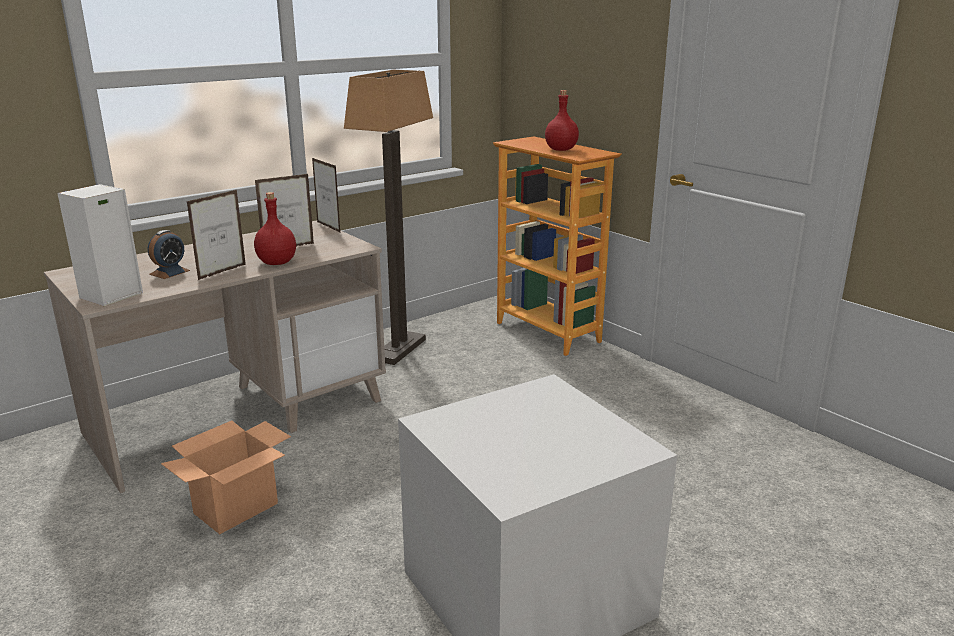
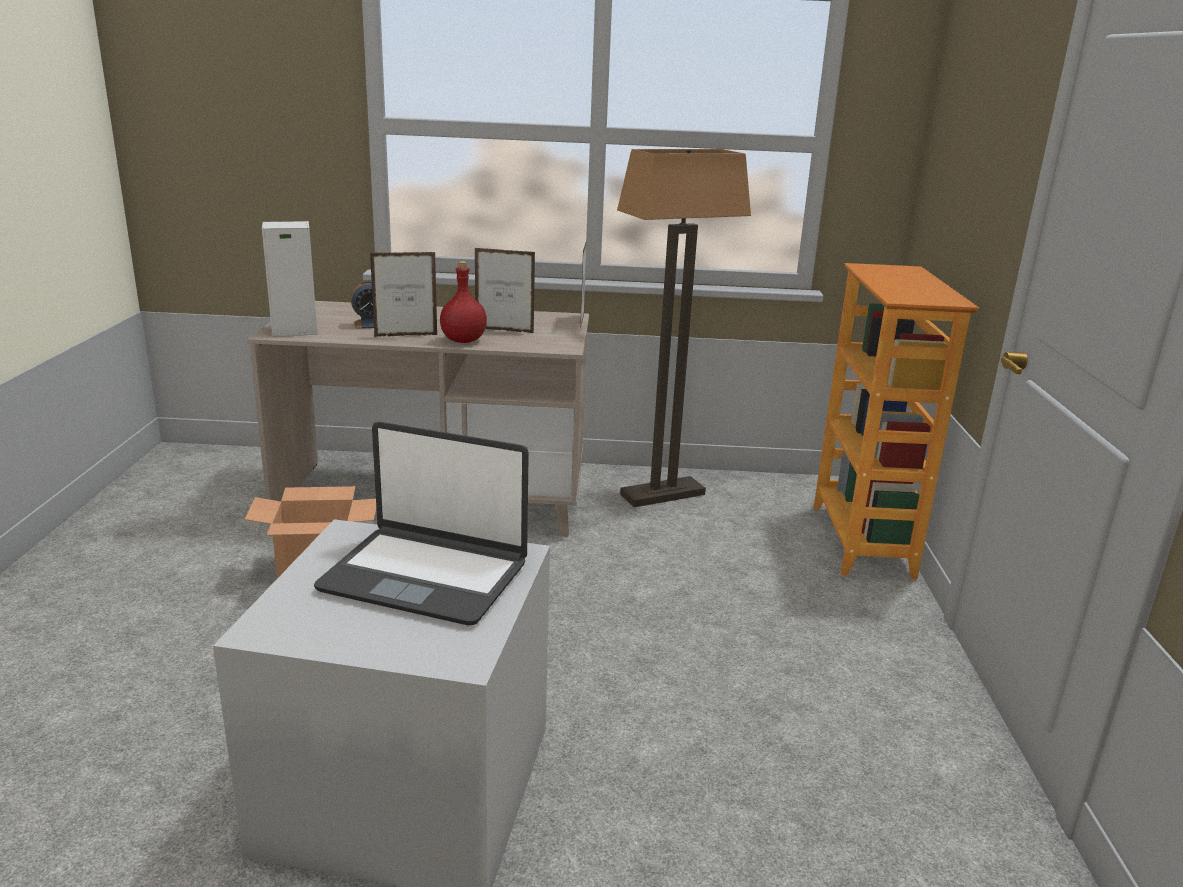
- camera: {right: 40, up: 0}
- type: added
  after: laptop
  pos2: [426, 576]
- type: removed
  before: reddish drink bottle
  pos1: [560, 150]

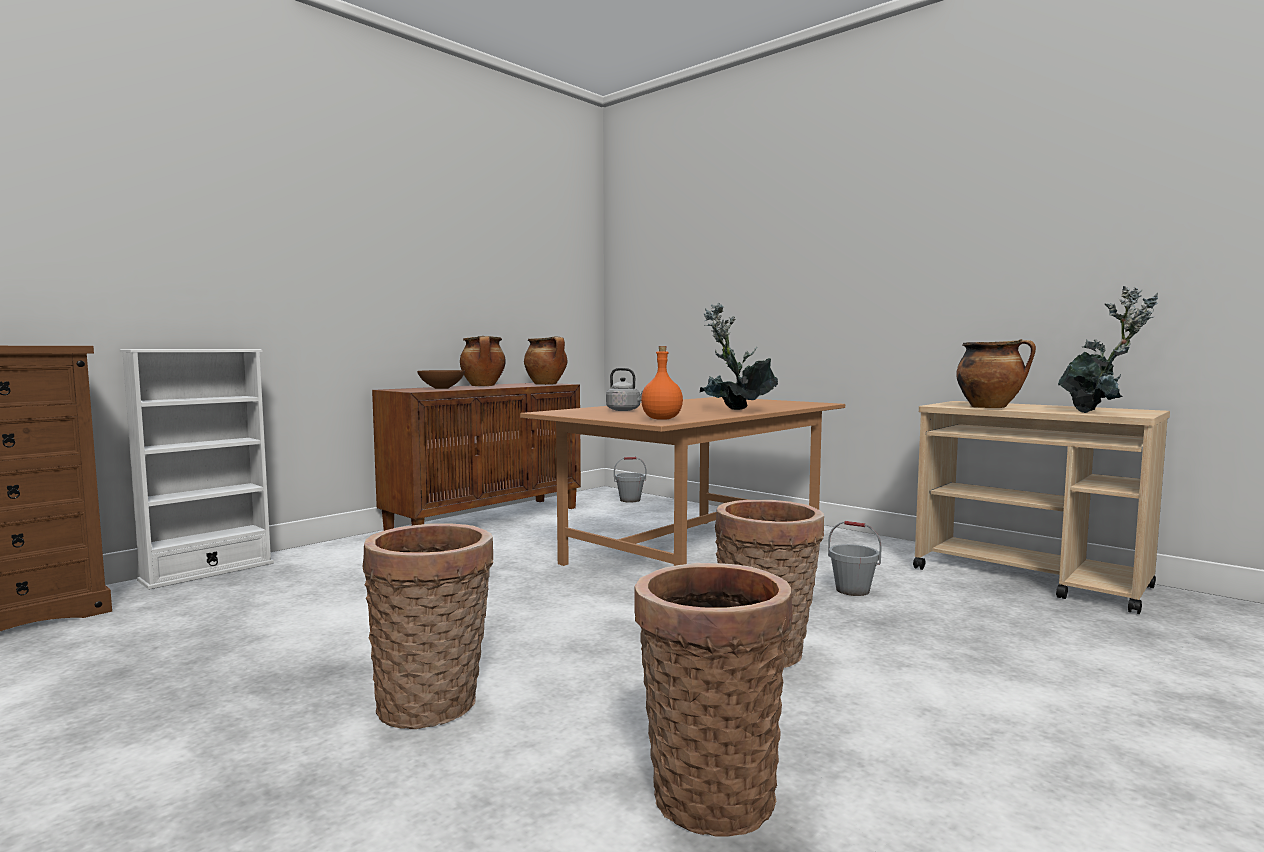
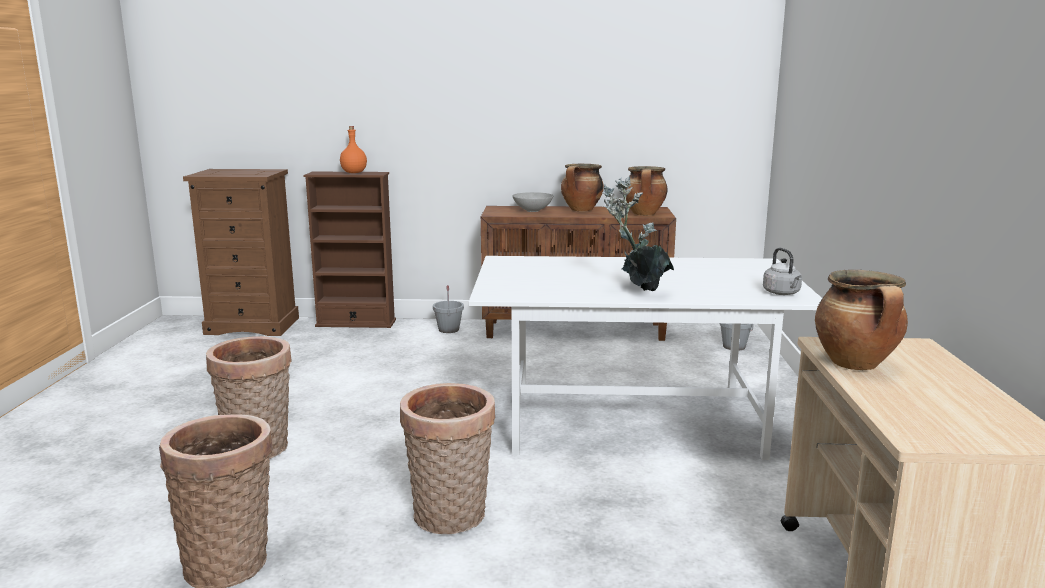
- camera: {right: 50, up: 10}
- type: recoloured
  before: whitish shelving unit
  after: brown-coloured shelving unit
  pos1: [208, 571]
  pos2: [356, 323]
- type: moved
  before: orange-coloured drink bottle
  pos1: [662, 419]
  pos2: [354, 172]
- type: moved
  before: gray bucket
  pos1: [853, 590]
  pos2: [449, 330]
- type: recoloured
  before: brown-coloured dining table
  after: whitish dining table
  pos1: [693, 553]
  pos2: [633, 420]
- type: recoloured
  before: brown-coloured serving bowl
  after: gray serving bowl
  pos1: [442, 388]
  pos2: [533, 210]
- type: moved
  before: gray water kettle
  pos1: [625, 410]
  pos2: [782, 293]
- type: removed
  before: plant in a pot
  pos1: [1099, 412]

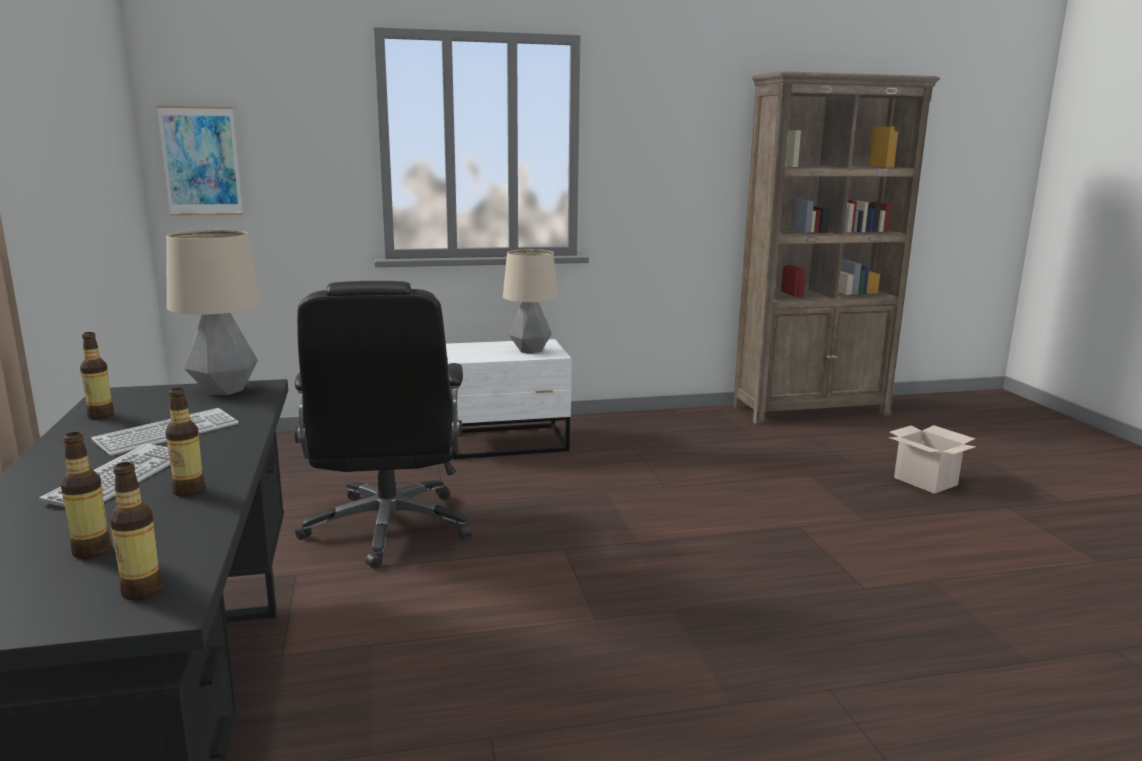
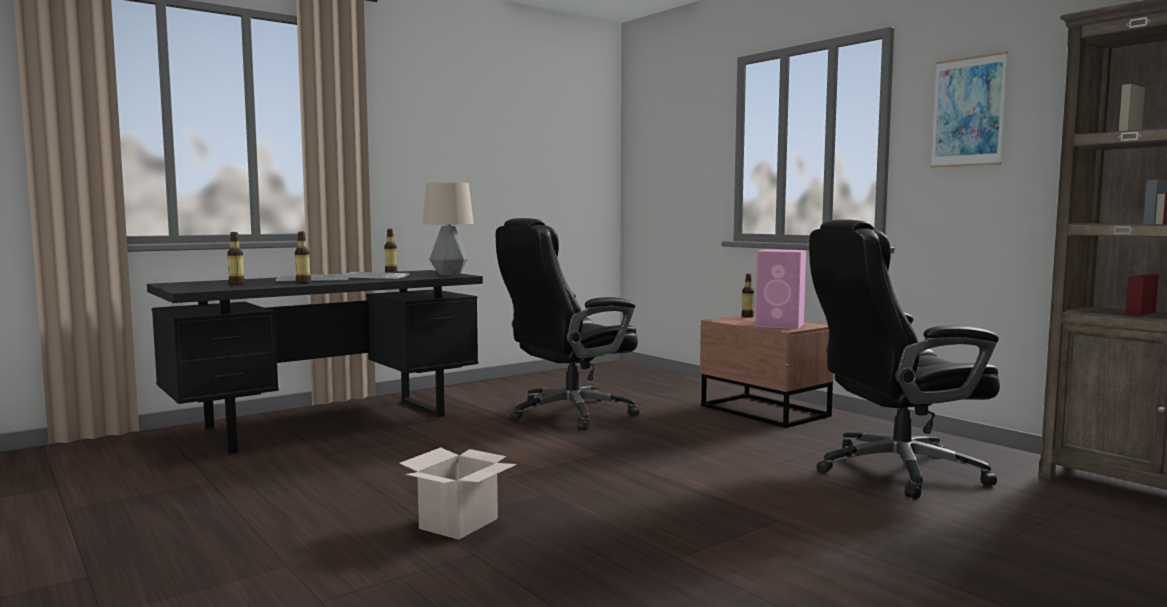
- camera: {right: 65, up: -10}
- type: moved
  before: carton
  pos1: [927, 481]
  pos2: [458, 524]
- type: recoloured
  before: whitish night table
  after: brown-coloured night table
  pos1: [508, 443]
  pos2: [764, 412]
- type: moved
  before: drink bottle
  pos1: [142, 591]
  pos2: [747, 316]
- type: replaced
  before: table lamp
  after: pink speaker
  pos1: [530, 350]
  pos2: [781, 325]
- type: added
  after: black-coloured computer chair
  pos2: [895, 471]
- type: moved
  before: wall picture
  pos1: [201, 161]
  pos2: [968, 112]

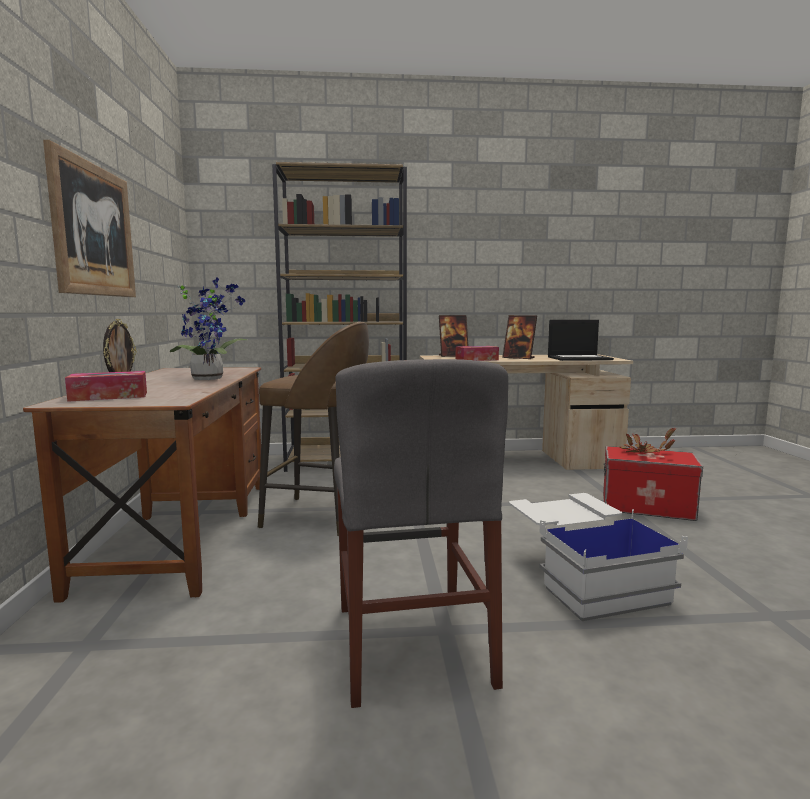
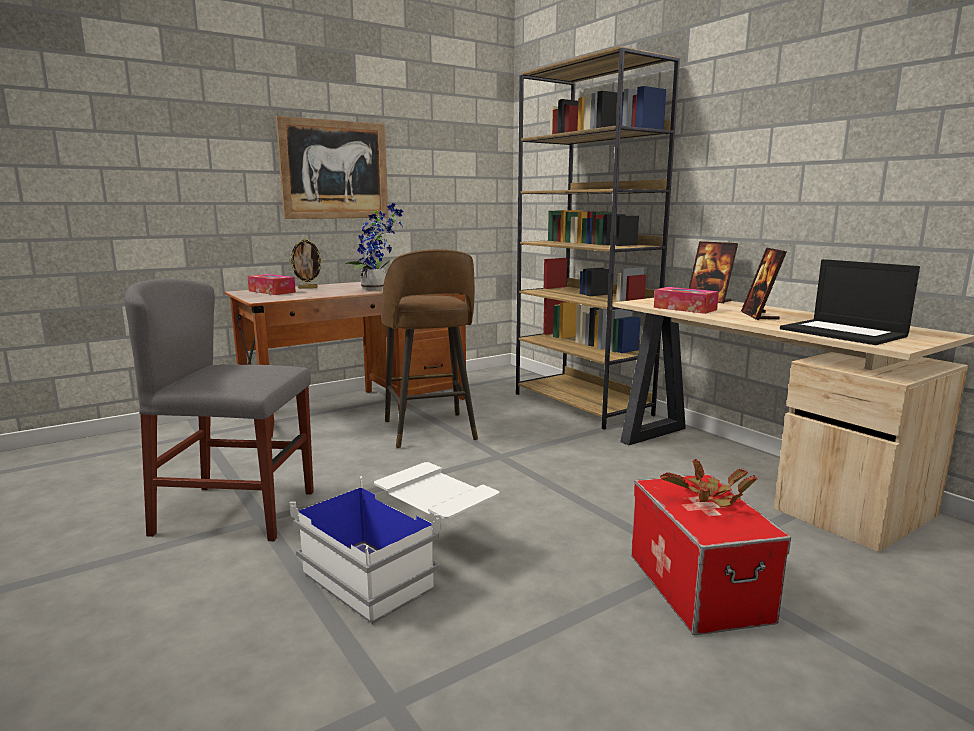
- camera: {right: 60, up: 5}
- type: turned
  before: gray plain chair
  pos1: [411, 643]
  pos2: [236, 512]
  turn: 45

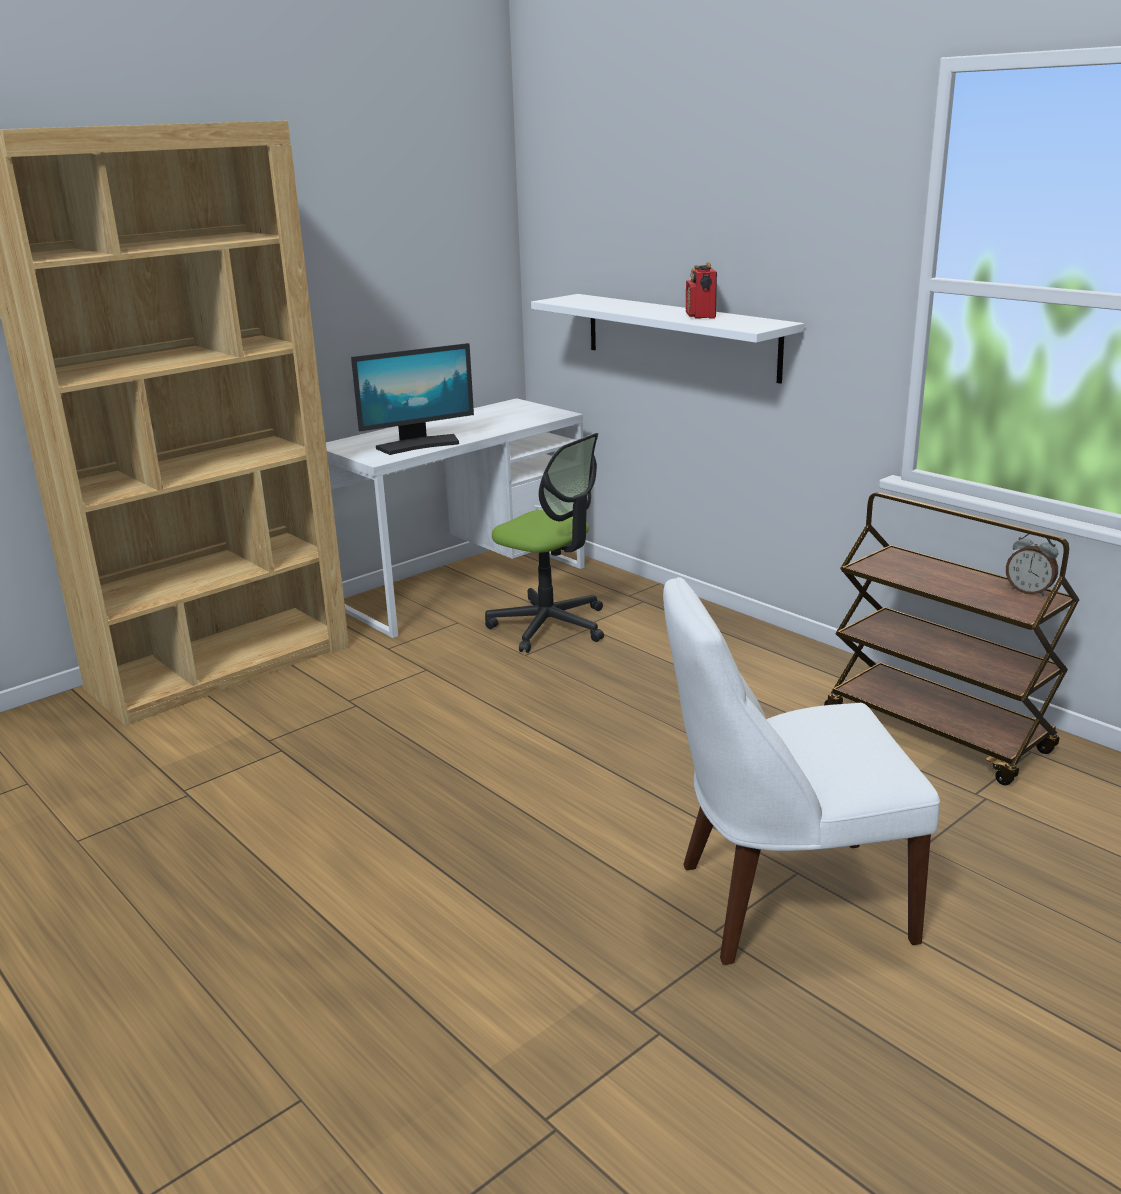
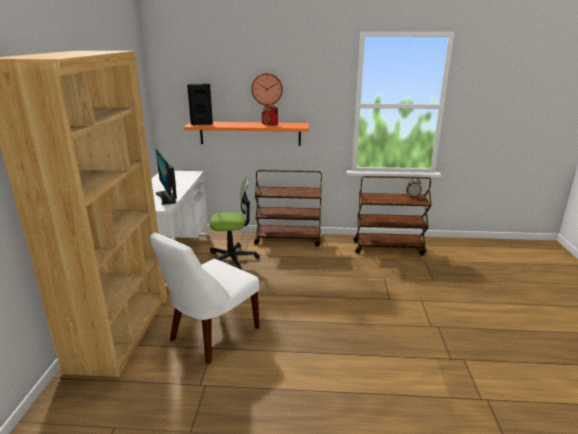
- camera: {right: -45, up: 0}
- type: moved
  before: whitish plain chair
  pos1: [782, 902]
  pos2: [211, 335]
- type: turned
  before: monitor
  pos1: [418, 445]
  pos2: [167, 197]
  turn: 135
- type: recoloured
  before: whitish shelf
  after: orange-coloured shelf
  pos1: [680, 336]
  pos2: [250, 133]
- type: added
  after: black-coloured speaker
  pos2: [202, 124]
- type: added
  after: wall clock
  pos2: [267, 89]
- type: added
  after: brown-coloured cart
  pos2: [288, 239]

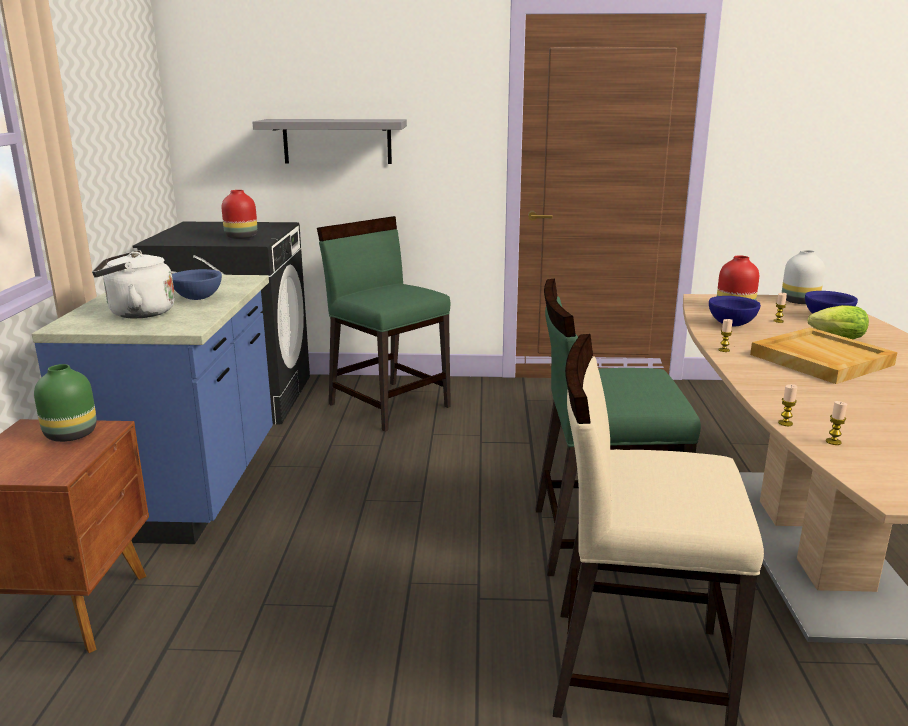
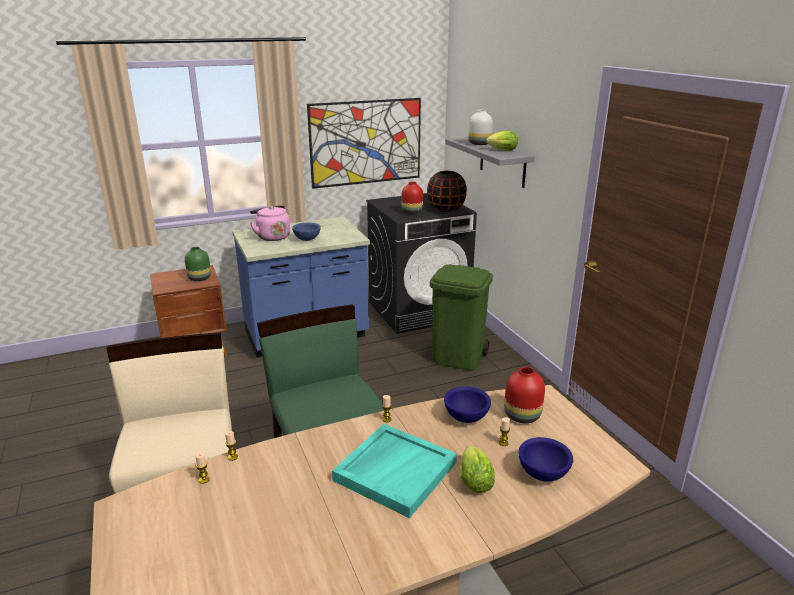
- camera: {right: 65, up: 5}
- type: recoloured
  before: whitish water kettle
  after: pink water kettle
  pos1: [137, 313]
  pos2: [272, 237]
- type: added
  after: wall picture
  pos2: [366, 142]
- type: recoloured
  before: beige carrying tray
  after: turquoise-coloured carrying tray
  pos1: [819, 359]
  pos2: [395, 470]
- type: added
  after: black-coloured decorative vase
  pos2: [446, 209]
- type: replaced
  before: green-coloured plain chair
  after: green-coloured trash can
  pos1: [389, 404]
  pos2: [458, 358]
- type: moved
  before: whitish decorative vase
  pos1: [798, 301]
  pos2: [479, 144]
- type: added
  after: head of lettuce
  pos2: [501, 150]

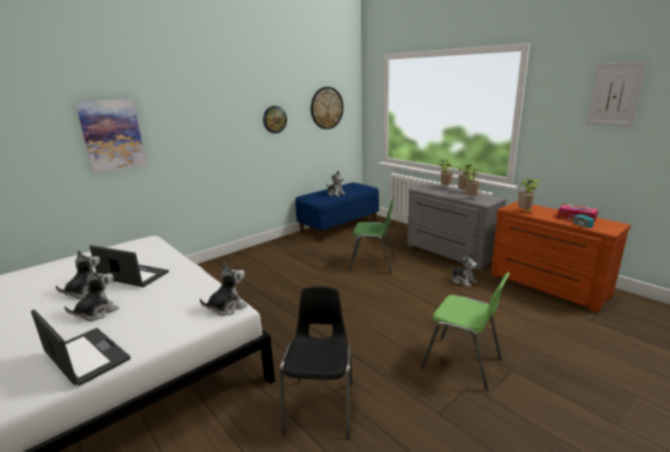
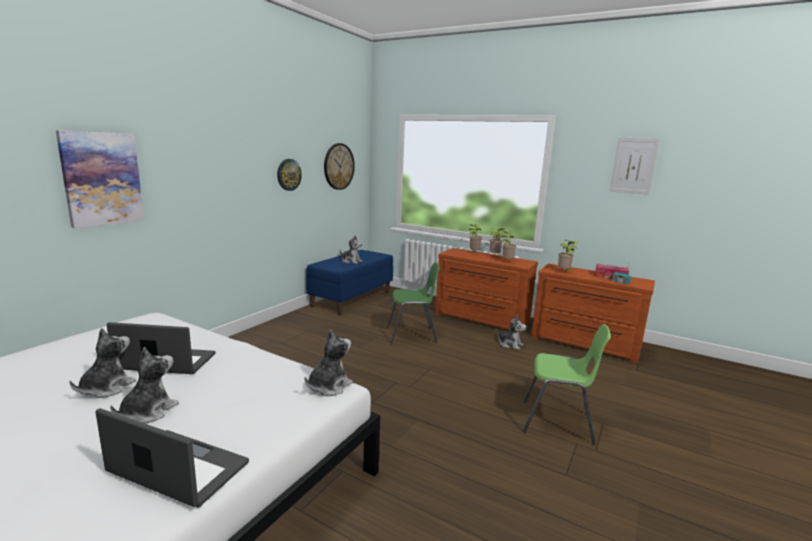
- camera: {right: -20, up: -5}
- type: recoloured
  before: gray drawer chest
  after: brown-coloured drawer chest
  pos1: [449, 252]
  pos2: [481, 319]
- type: removed
  before: black-coloured plain chair
  pos1: [321, 406]

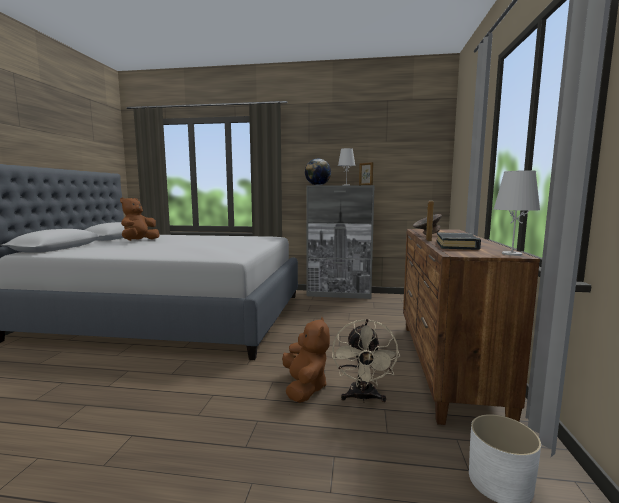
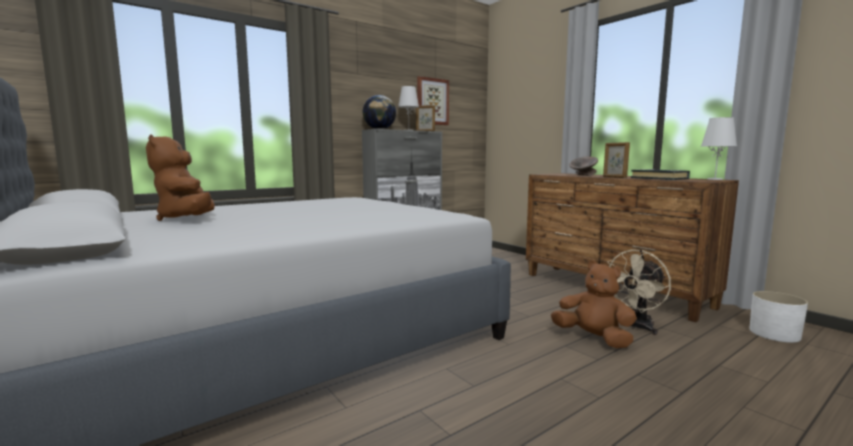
- camera: {right: -45, up: 0}
- type: added
  after: wall picture
  pos2: [432, 101]
- type: turned
  before: beige fan
  pos1: [363, 398]
  pos2: [636, 327]
  turn: 90

